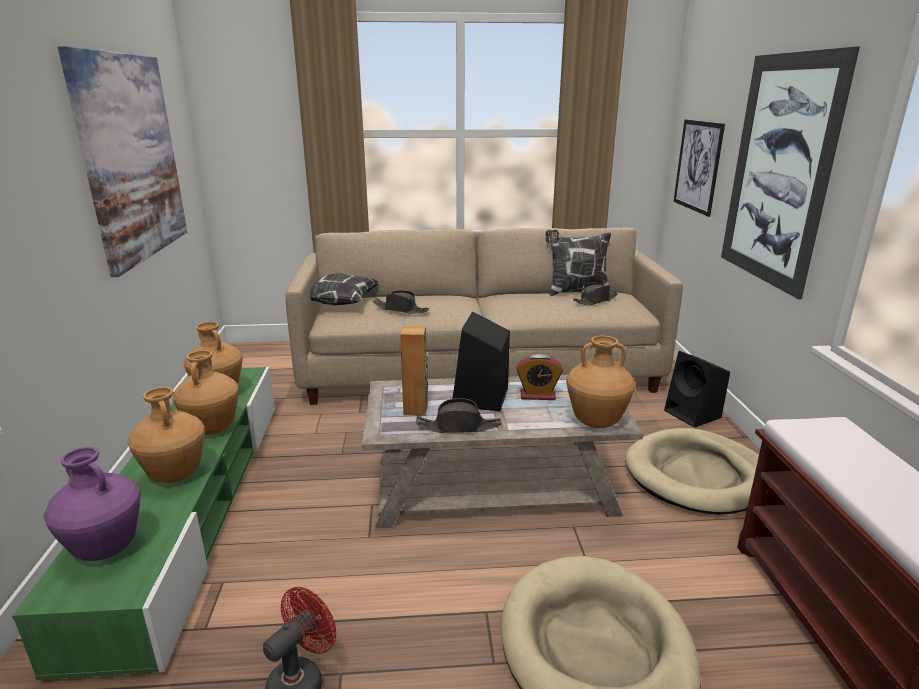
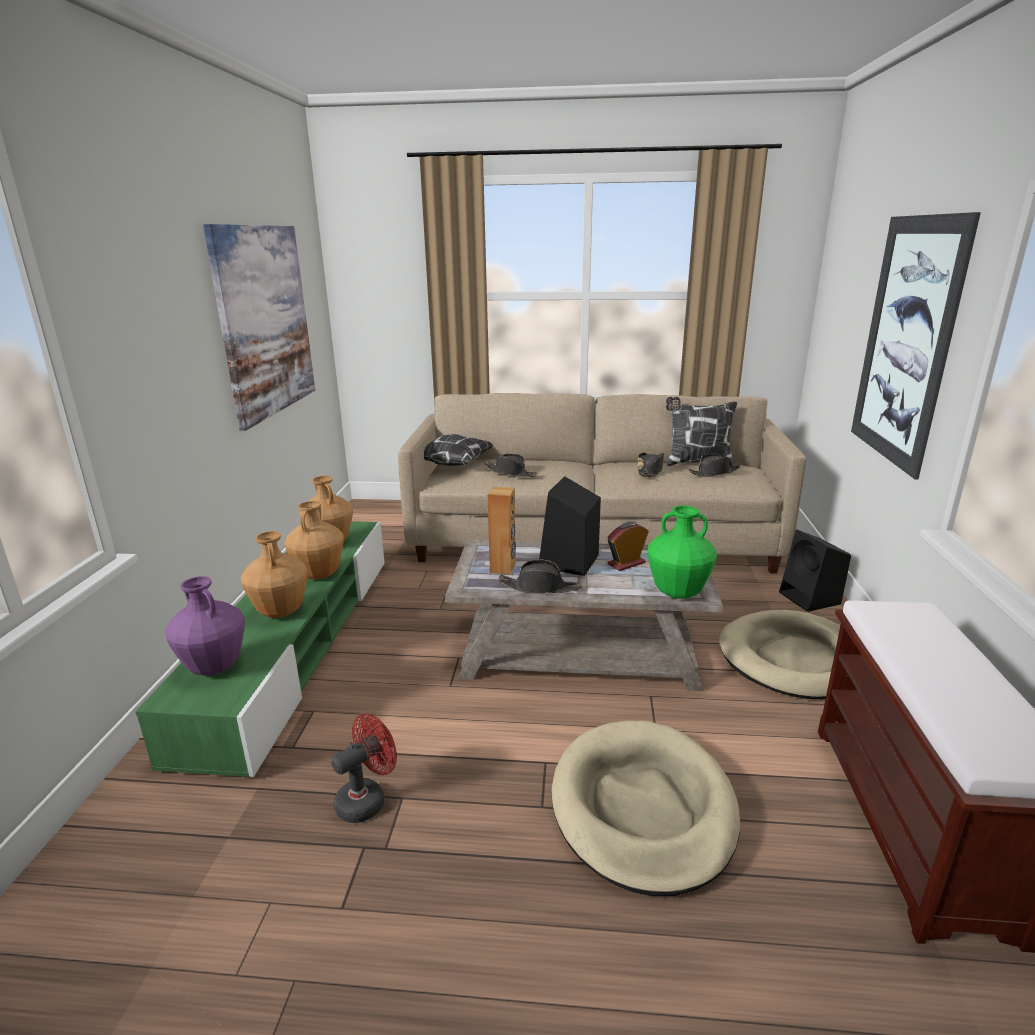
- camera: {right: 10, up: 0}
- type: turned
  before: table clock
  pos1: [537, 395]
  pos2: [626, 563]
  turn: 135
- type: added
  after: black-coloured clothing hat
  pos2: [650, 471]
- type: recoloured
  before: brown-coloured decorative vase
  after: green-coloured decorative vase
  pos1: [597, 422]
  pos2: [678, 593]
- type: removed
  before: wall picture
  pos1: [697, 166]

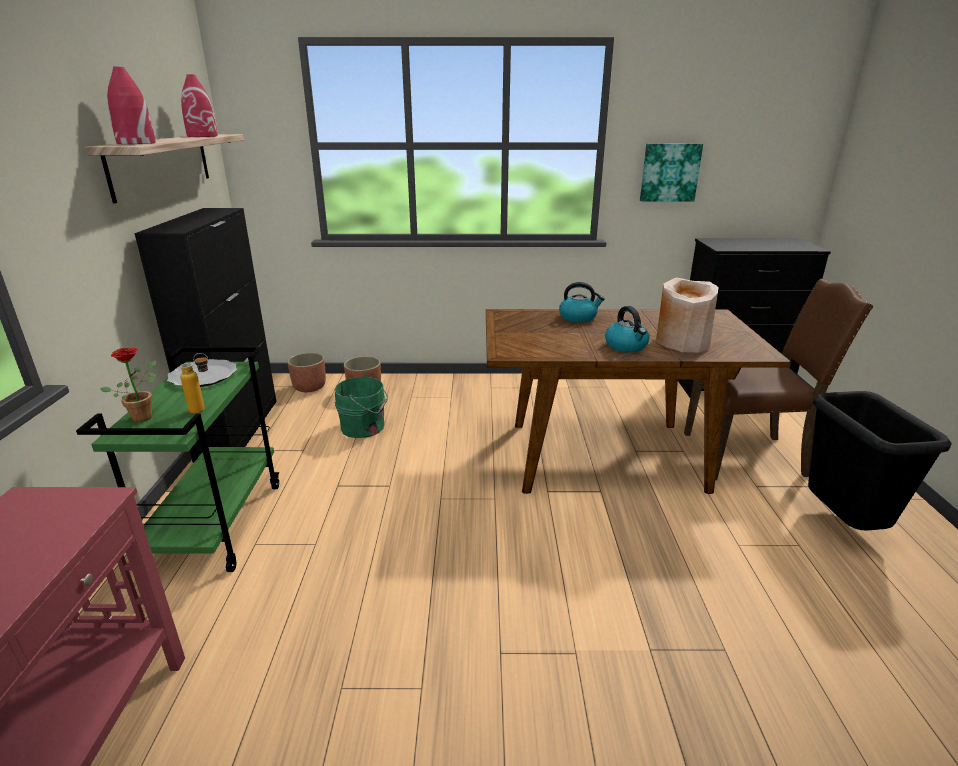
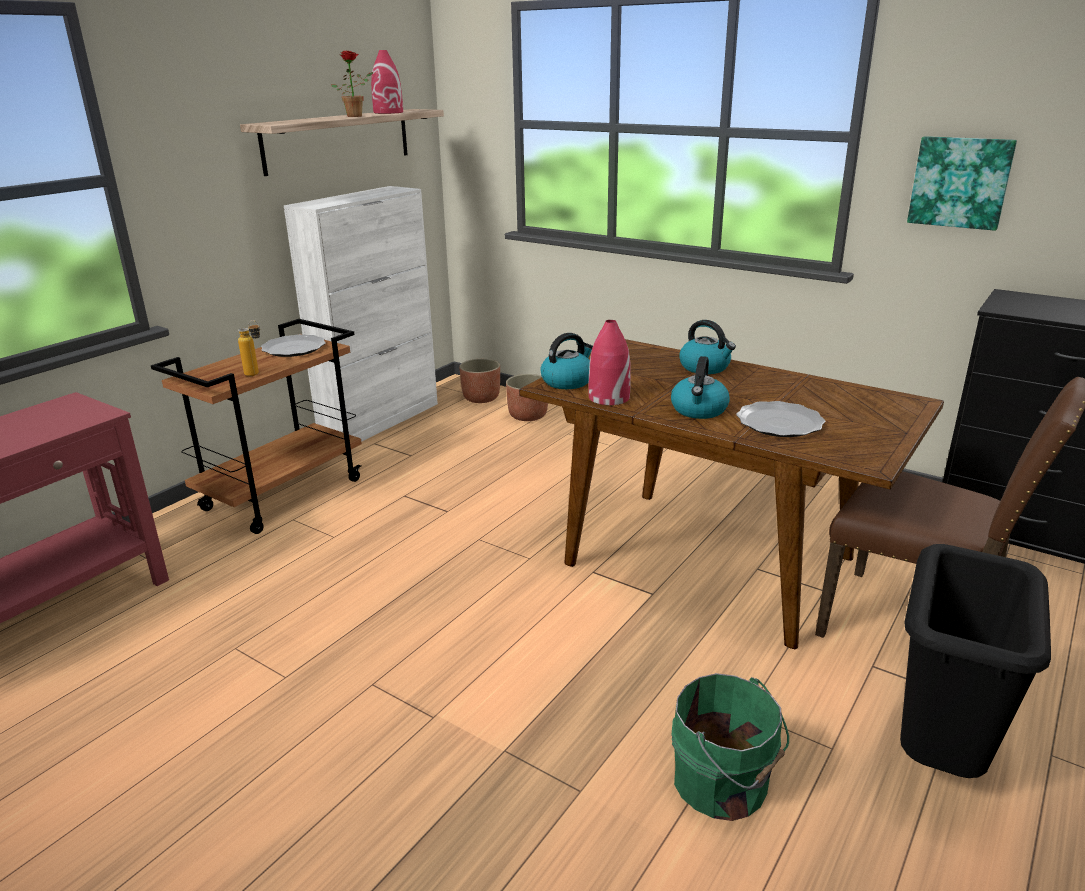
- camera: {right: 35, up: 0}
- type: recoloured
  before: green-coloured cart
  after: brown-coloured cart
  pos1: [217, 524]
  pos2: [283, 494]
- type: recoloured
  before: black-coloured cabinet
  after: whitish cabinet
  pos1: [239, 429]
  pos2: [381, 420]
- type: moved
  before: plant in a pot
  pos1: [144, 416]
  pos2: [357, 116]
- type: added
  after: water kettle
  pos2: [567, 381]
- type: moved
  before: reddish decorative vase
  pos1: [136, 143]
  pos2: [608, 397]
- type: moved
  before: green-coloured bucket
  pos1: [364, 427]
  pos2: [724, 785]
- type: replaced
  before: beige decorative vase
  after: flat dish
  pos1: [681, 342]
  pos2: [780, 423]

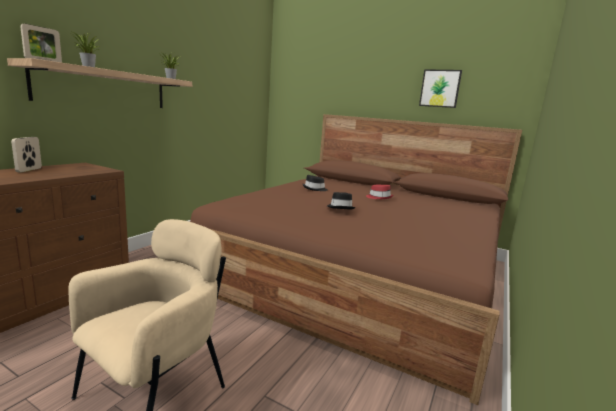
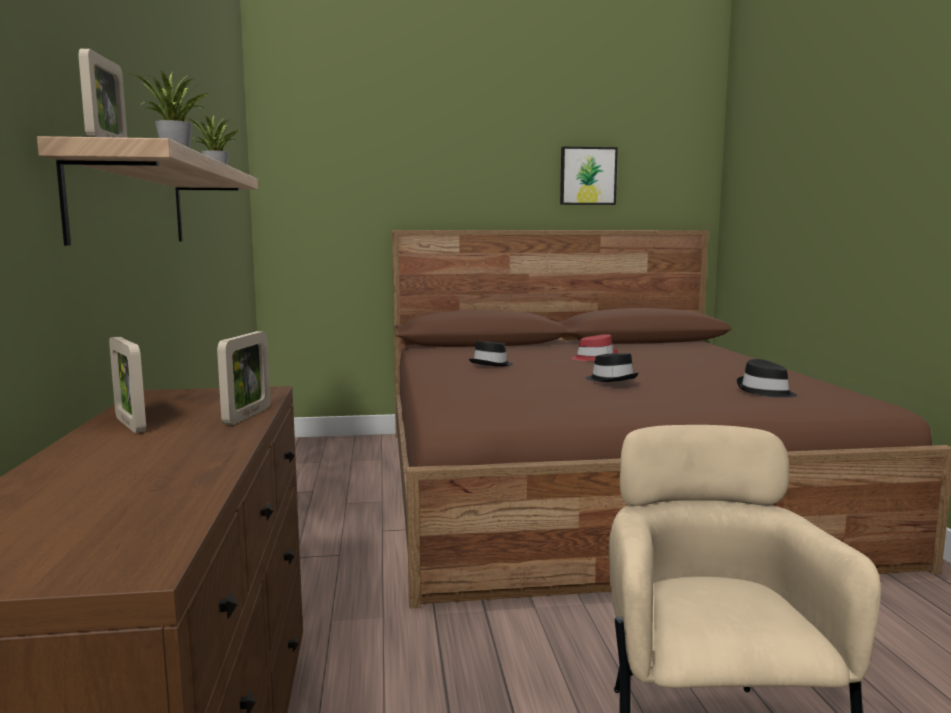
- camera: {right: -35, up: -5}
- type: added
  after: picture frame
  pos2: [247, 415]
- type: added
  after: black-coloured clothing hat
  pos2: [765, 391]

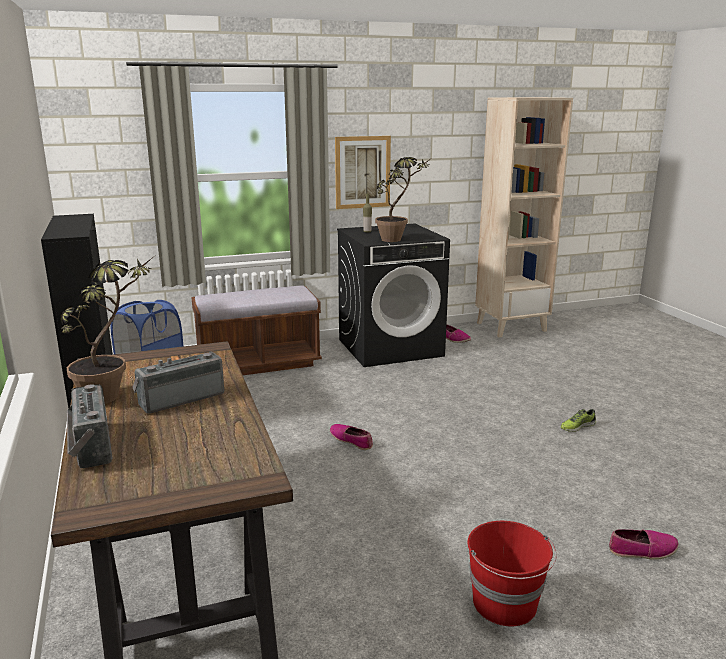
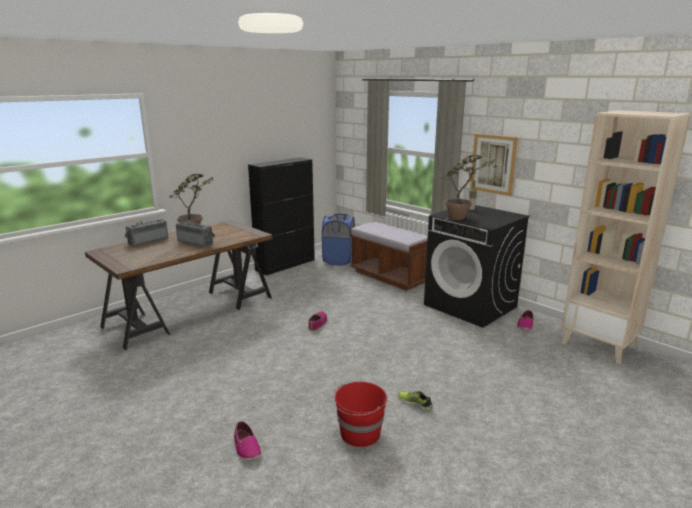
- camera: {right: 65, up: 0}
- type: moved
  before: reddish bucket
  pos1: [505, 604]
  pos2: [359, 433]

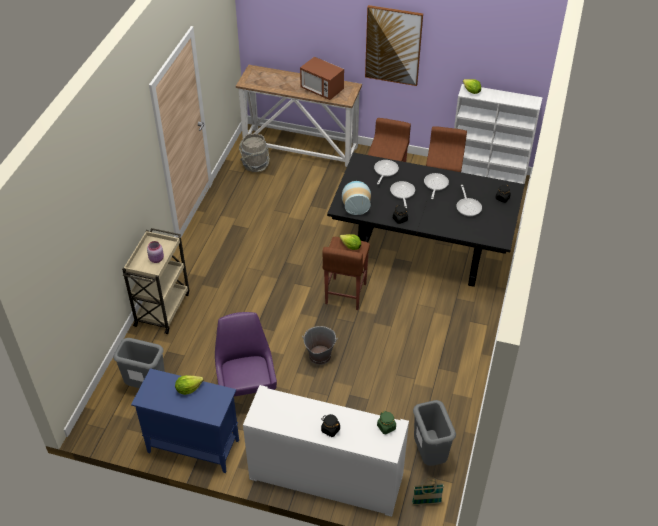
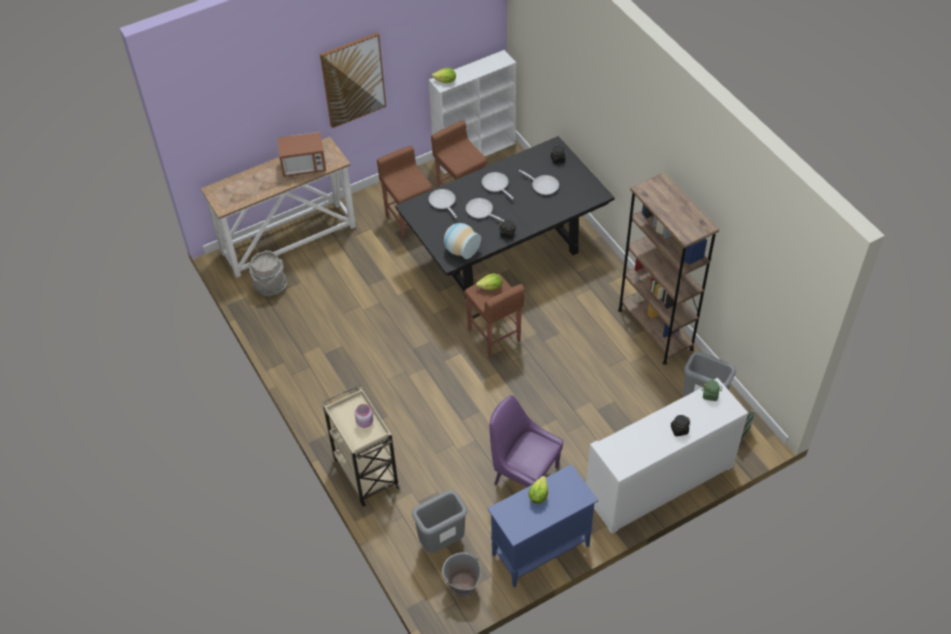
- camera: {right: -45, up: 5}
- type: moved
  before: gray bucket
  pos1: [319, 355]
  pos2: [462, 585]
- type: added
  after: brown-coloured shelving unit
  pos2: [655, 329]

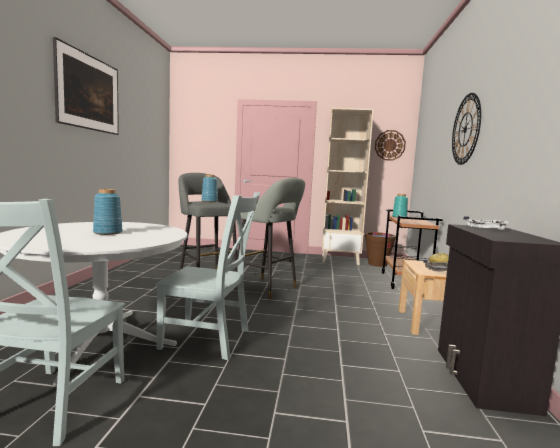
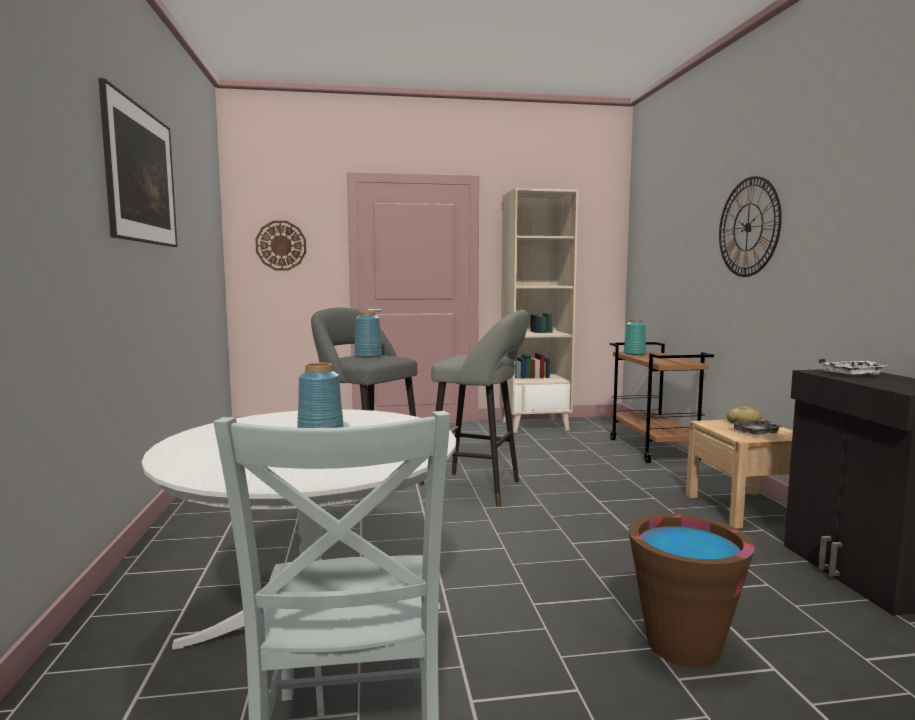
- camera: {right: -15, up: 0}
- type: moved
  before: wall clock
  pos1: [390, 145]
  pos2: [281, 245]
- type: moved
  before: brown-coloured bucket
  pos1: [377, 264]
  pos2: [683, 645]
- type: removed
  before: gray plain chair
  pos1: [209, 340]

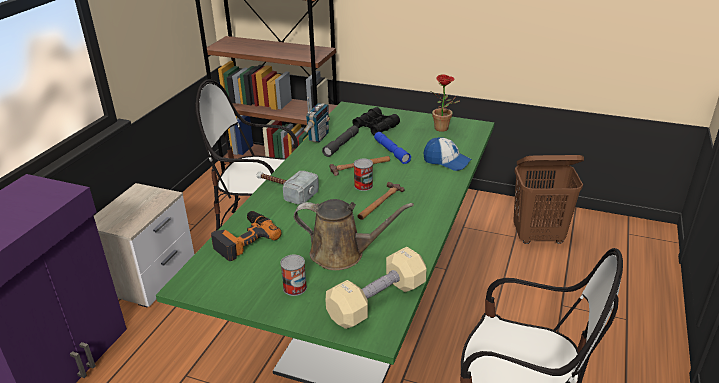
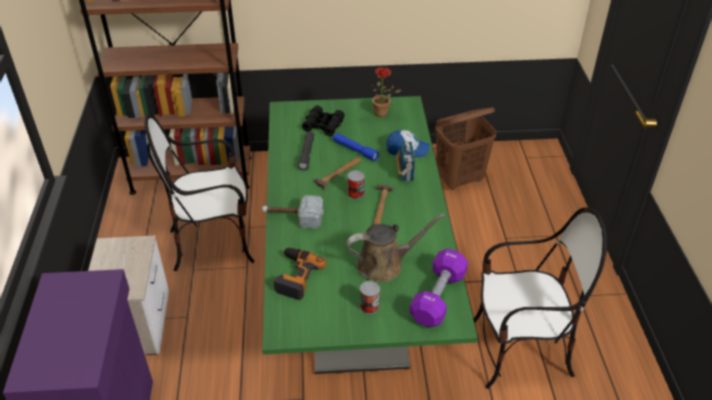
- camera: {right: -25, up: 10}
- type: moved
  before: radio
  pos1: [318, 137]
  pos2: [405, 174]
- type: recoloured
  before: beige free weight
  after: purplish free weight
  pos1: [377, 301]
  pos2: [438, 297]

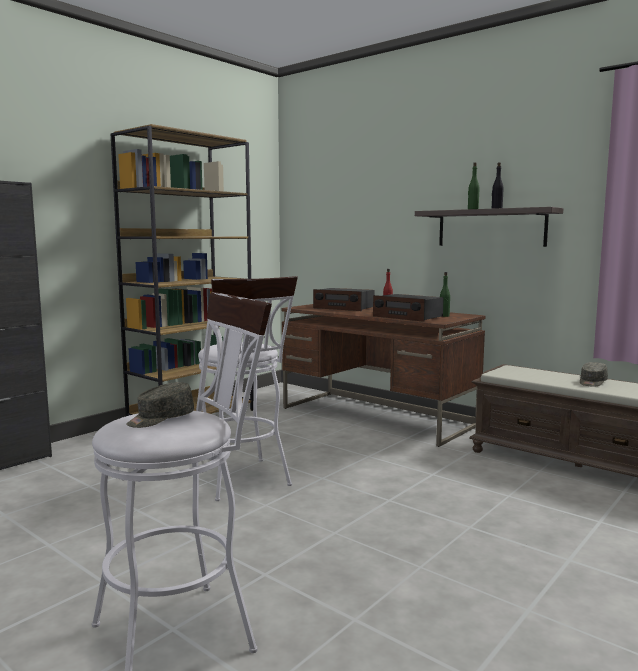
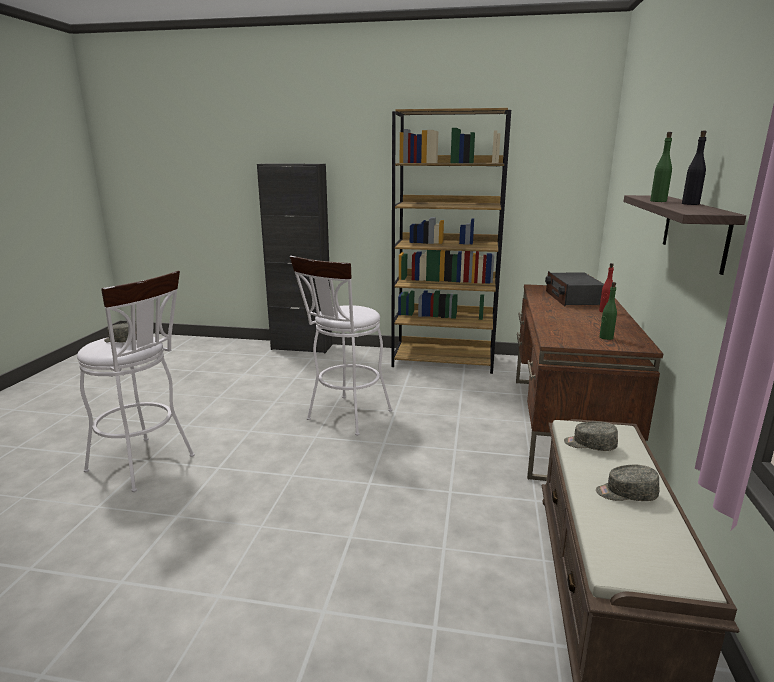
- camera: {right: 60, up: 10}
- type: added
  after: gray peaked cap
  pos2: [589, 445]
- type: removed
  before: radio
  pos1: [407, 317]

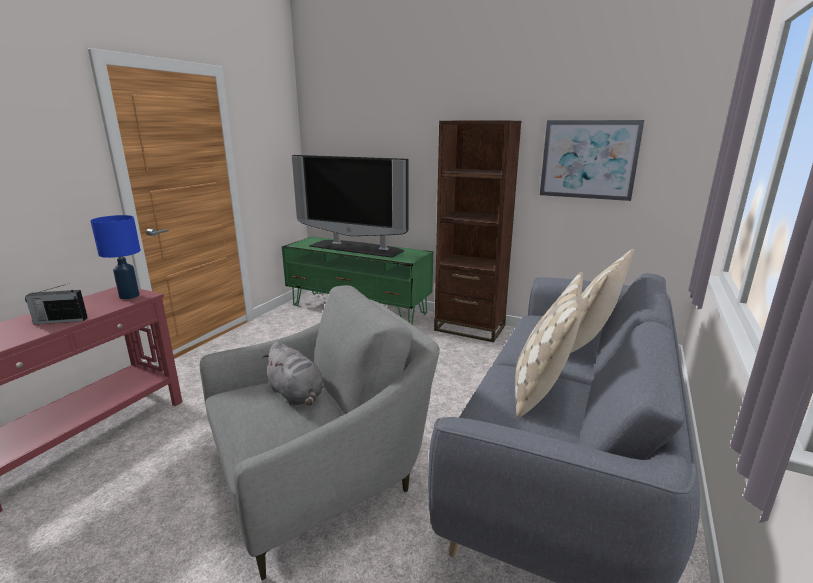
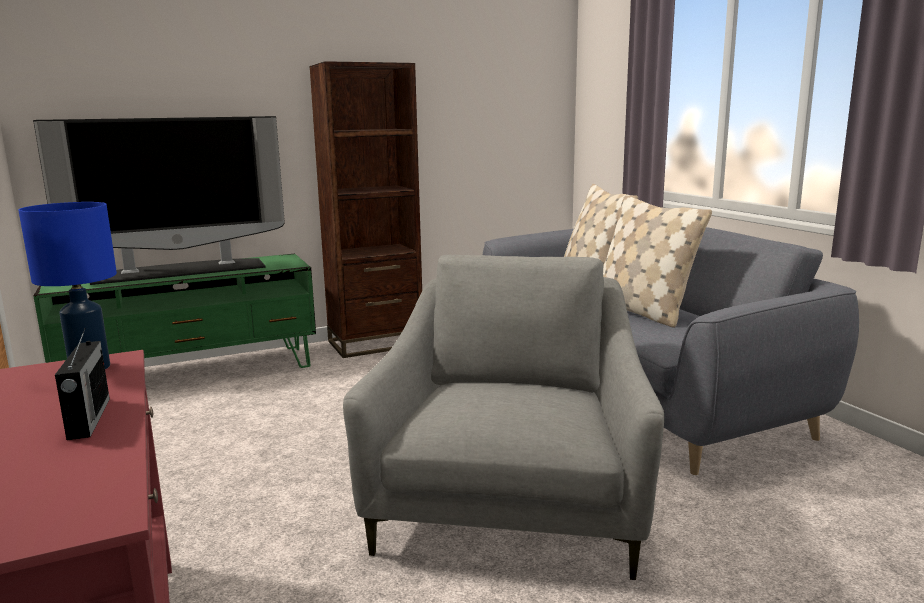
- camera: {right: -50, up: -5}
- type: turned
  before: radio
  pos1: [60, 320]
  pos2: [88, 419]
  turn: -45
- type: removed
  before: gray plush toy
  pos1: [297, 395]
- type: removed
  before: wall picture
  pos1: [588, 159]

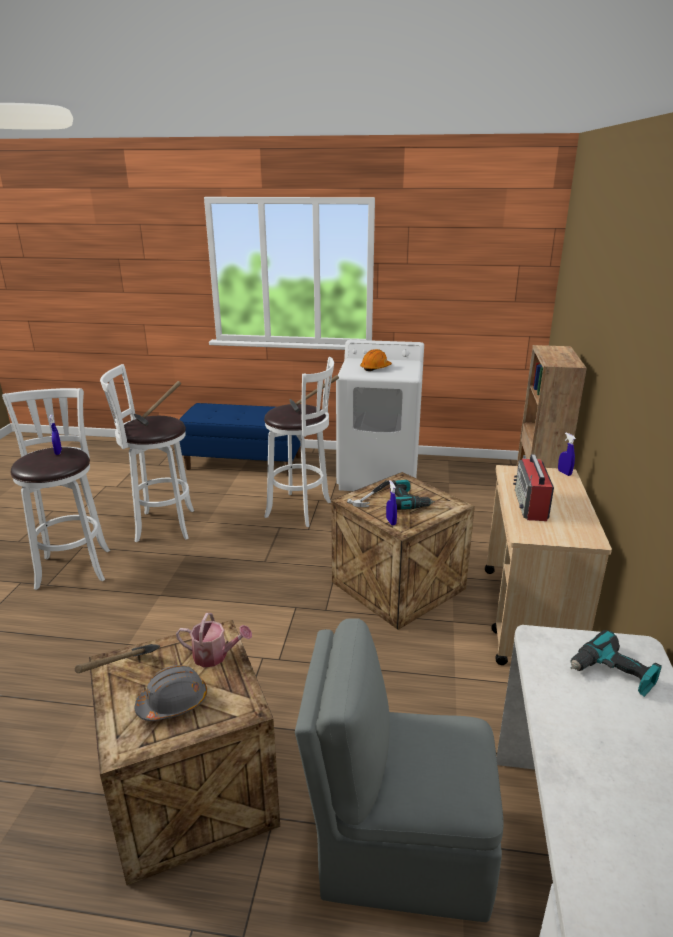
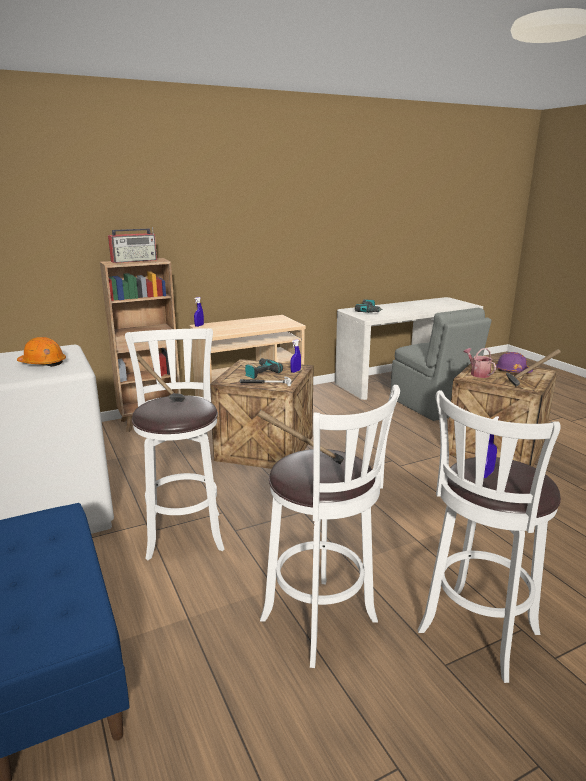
- camera: {right: -125, up: -5}
- type: moved
  before: radio
  pos1: [531, 505]
  pos2: [134, 260]
- type: recoloured
  before: gray safety helmet
  after: purplish safety helmet
  pos1: [173, 703]
  pos2: [512, 371]

